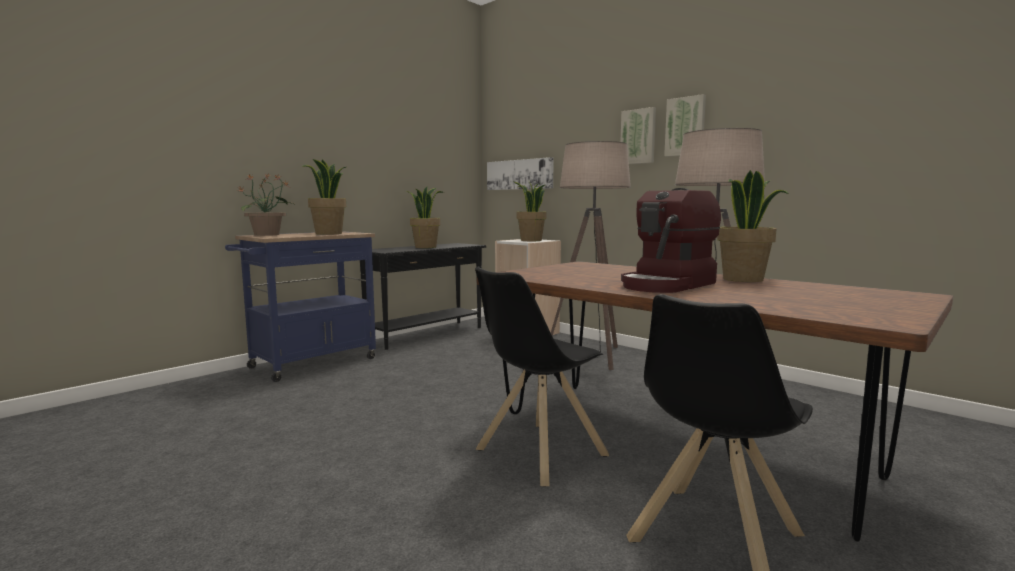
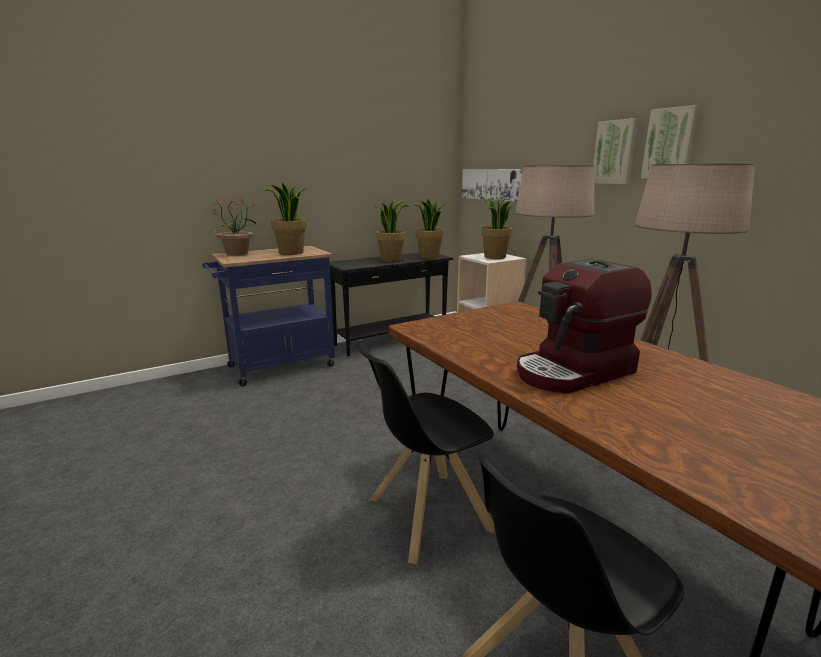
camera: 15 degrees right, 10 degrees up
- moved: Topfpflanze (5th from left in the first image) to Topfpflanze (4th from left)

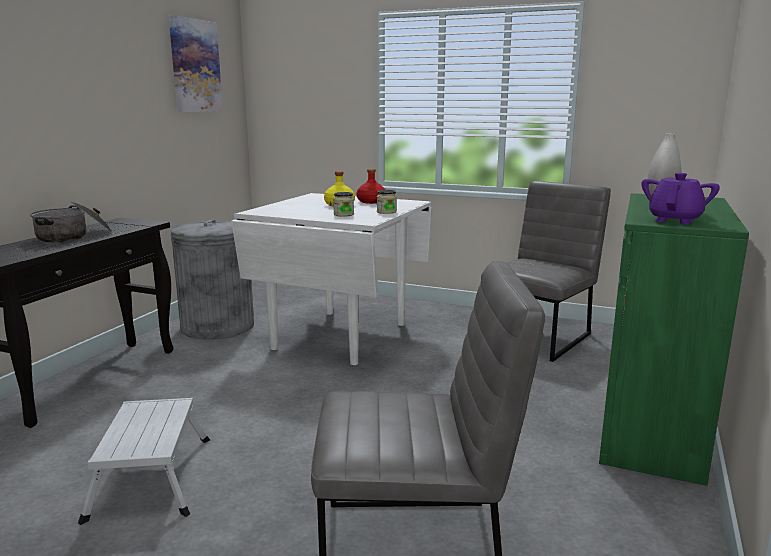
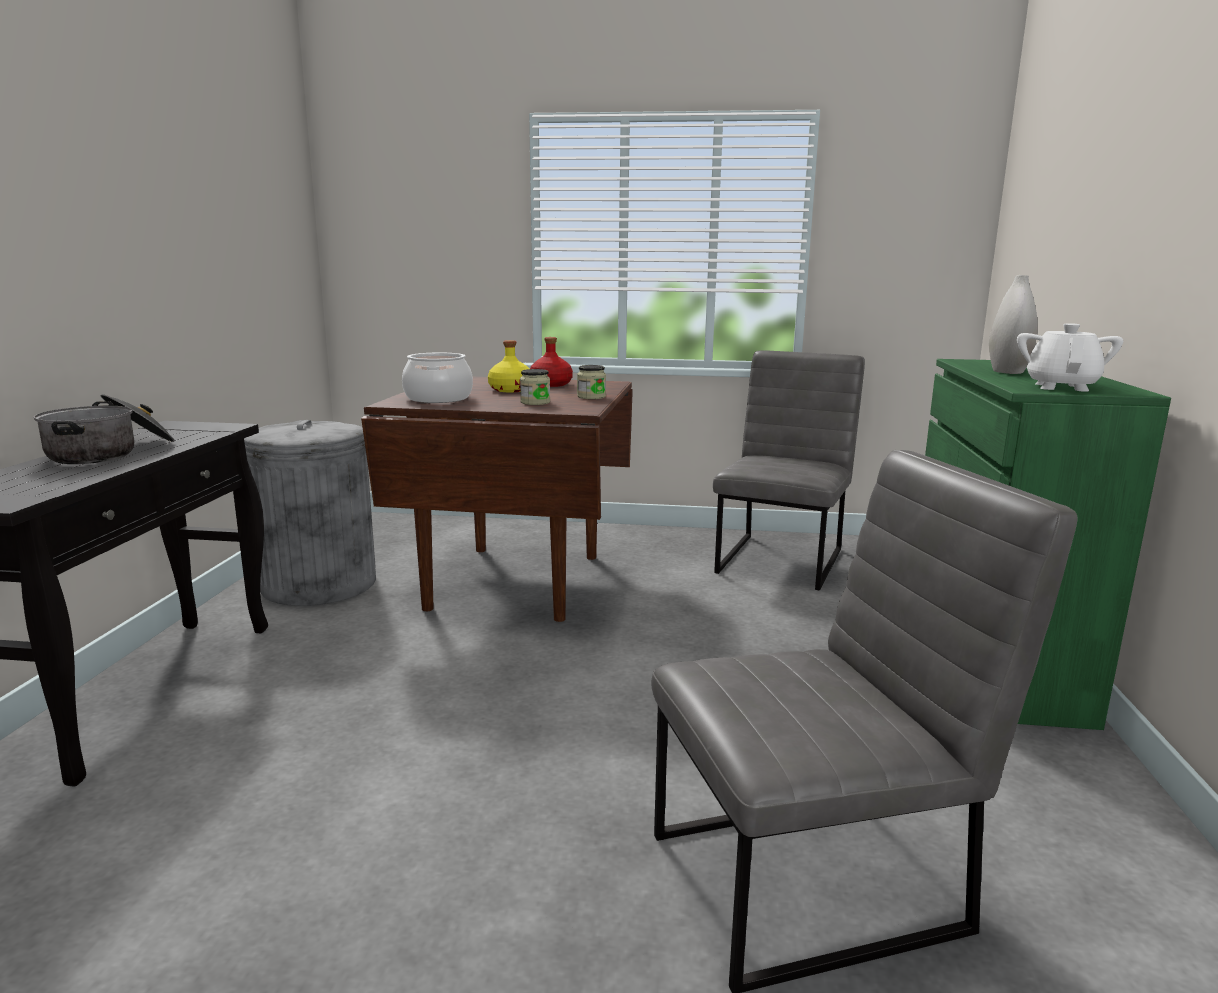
camera: 15 degrees left, 0 degrees up
- removed: Bild
- recoloured: Teekanne [lila] to Teekanne [weiß]
- recoloured: Esstisch [weiß] to Esstisch [braun]
- removed: Trittleiter [weiß]
- added: Kochtopf (2nd from left)

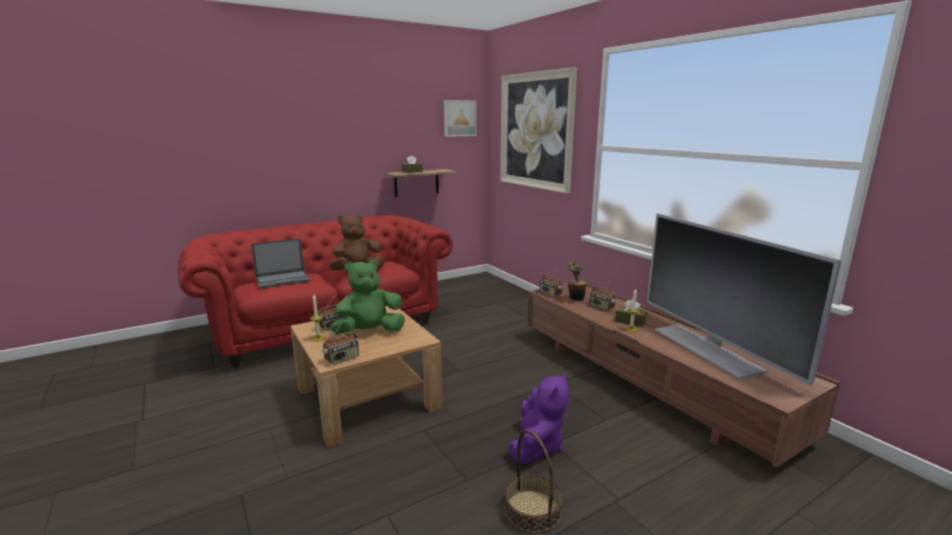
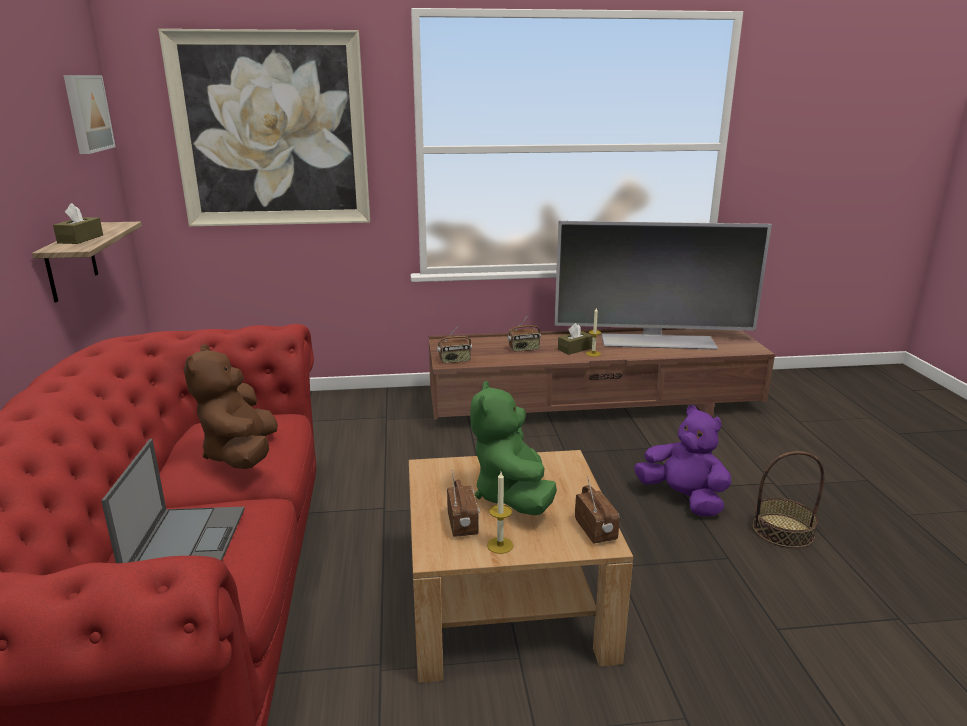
camera: 65 degrees left, 5 degrees up
- removed: Topfpflanze

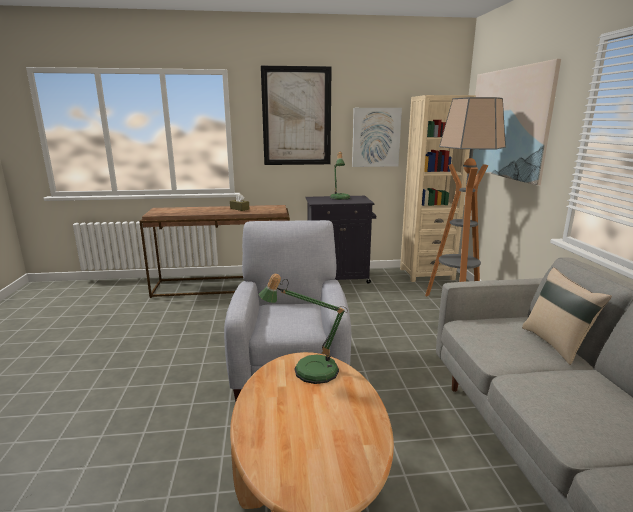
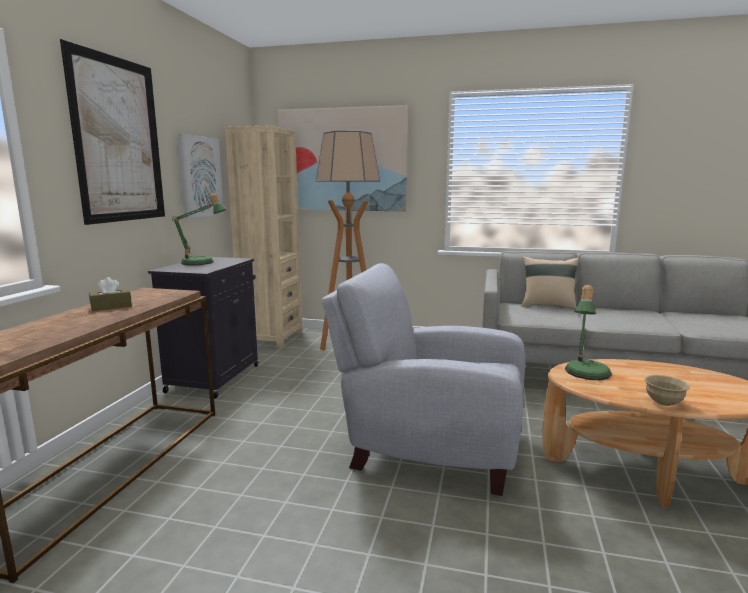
camera: 70 degrees left, 5 degrees down
- added: Schüssel [beige]

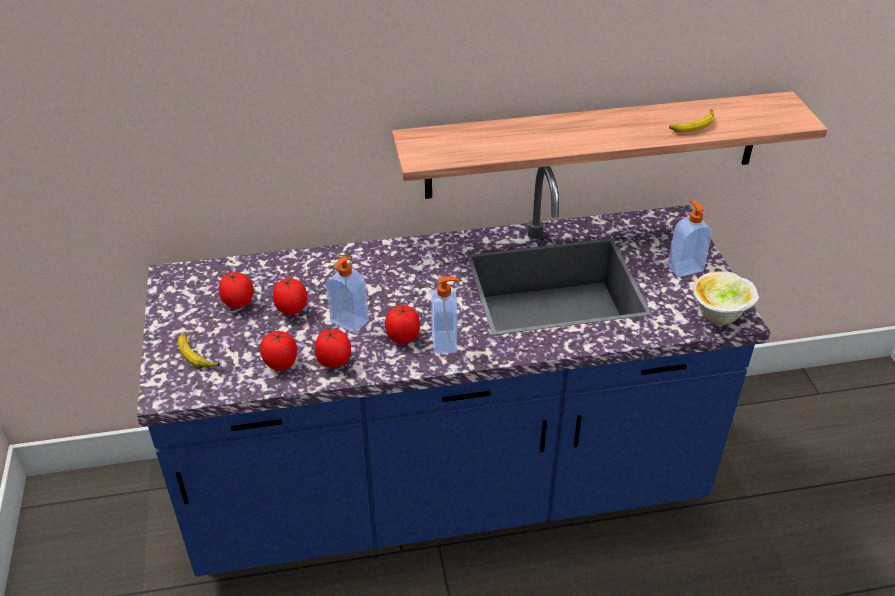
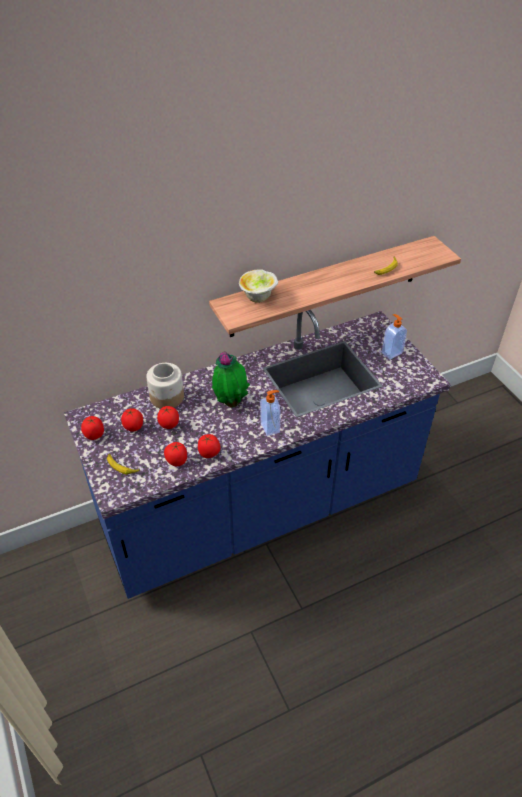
camera: 15 degrees left, 5 degrees up
- removed: Seifenspender (1st from left)
- moved: Schüssel
- moved: Tomate (5th from left in the first image) to Tomate (1st from left)
- added: Topfpflanze
- added: Vorratsglas

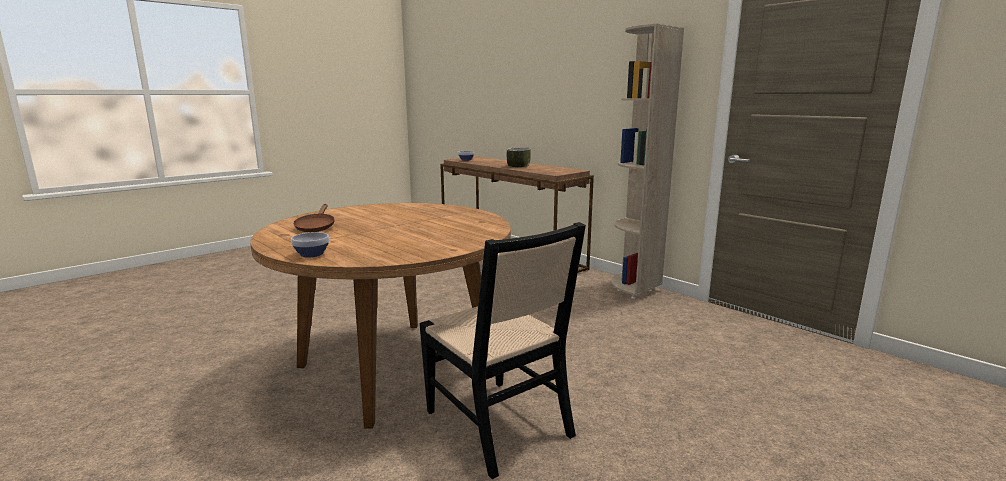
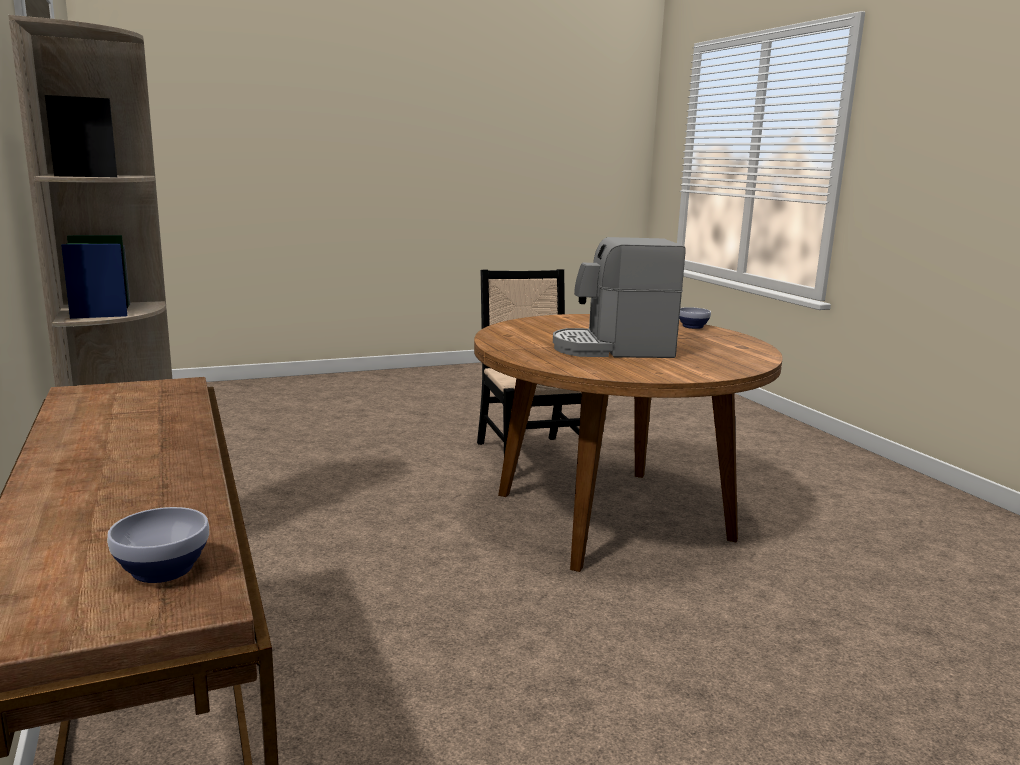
camera: 160 degrees left, 0 degrees up
- removed: Schüssel (3rd from left)
- removed: Pfanne [braun]
- added: Kaffeemaschine

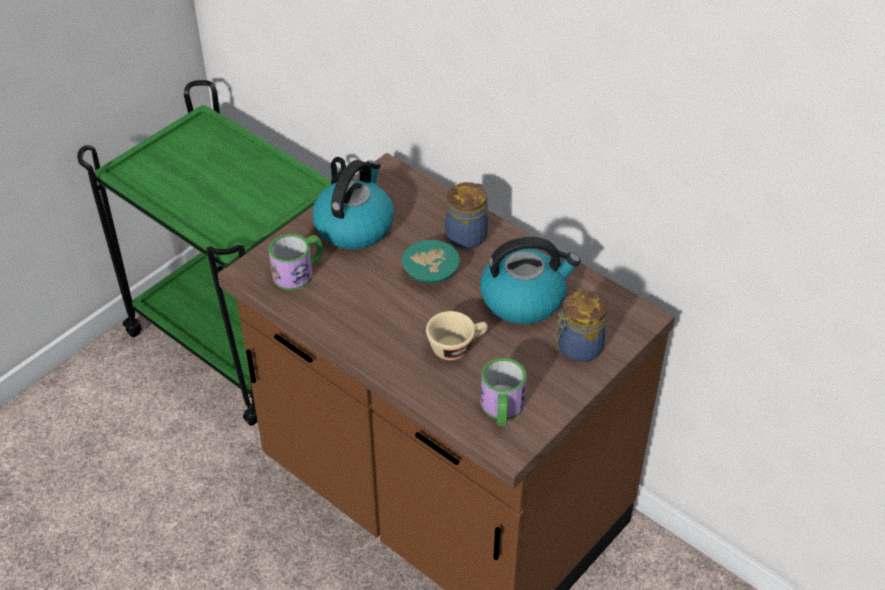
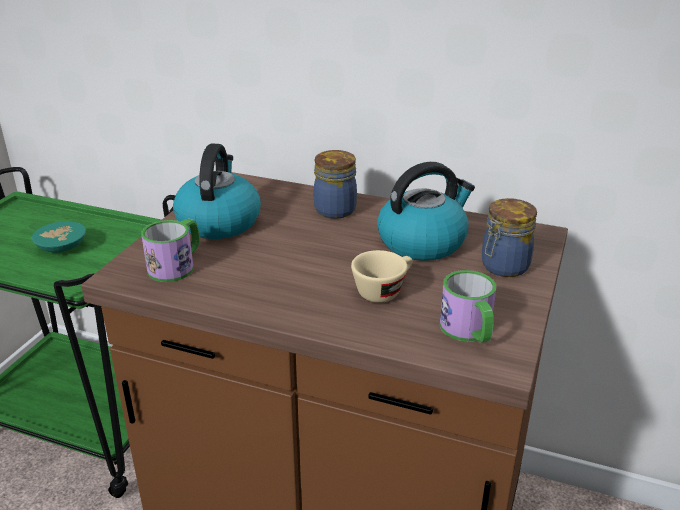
camera: 20 degrees left, 15 degrees down
- moved: Schüssel [türkis]

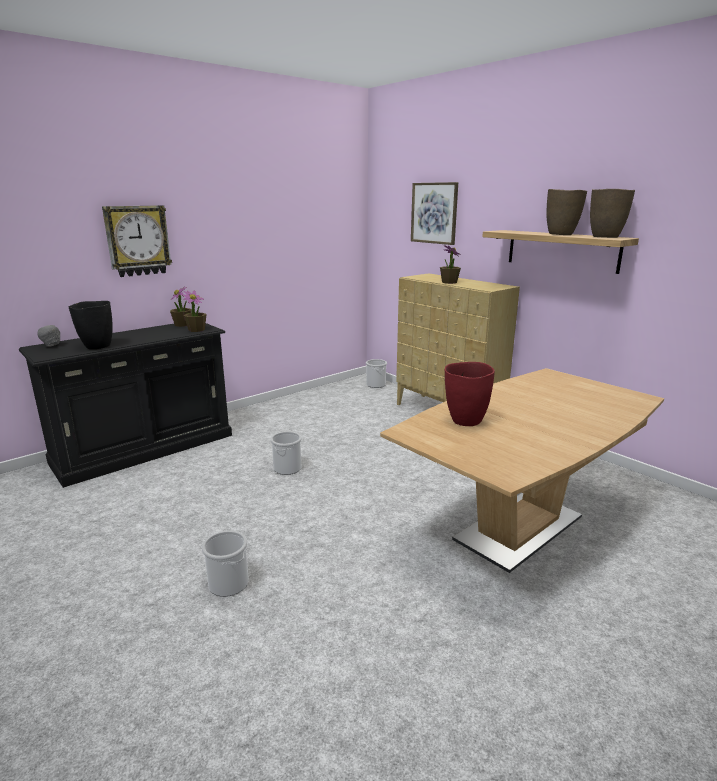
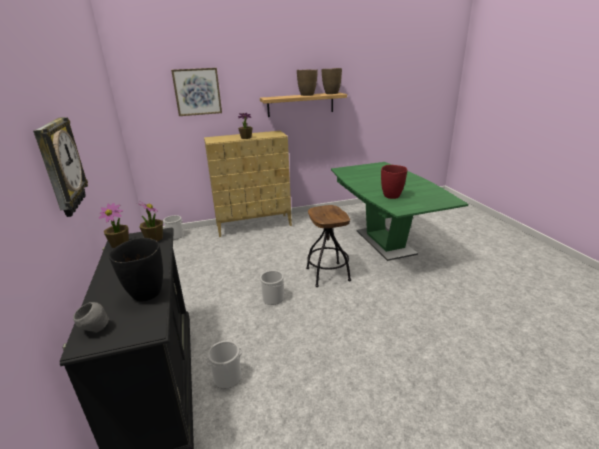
camera: 65 degrees left, 5 degrees up
- recoloured: Esstisch [braun] to Esstisch [grün]
- moved: Eimer (1st from left in the first image) to Eimer (2nd from left)
- added: Hocker [braun]

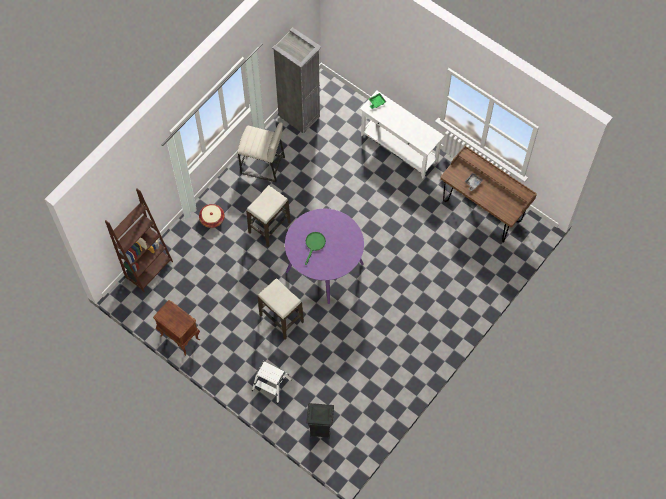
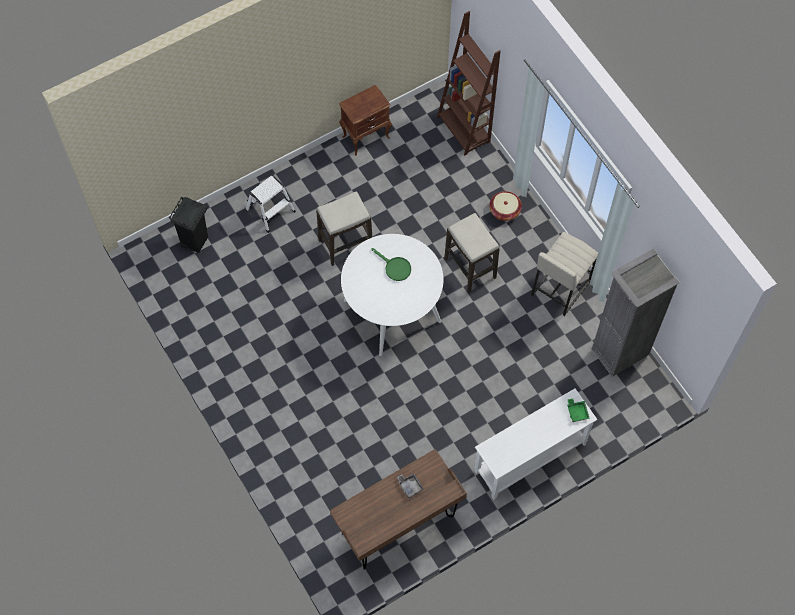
camera: 110 degrees right, 0 degrees up
- recoloured: Esstisch [lila] to Esstisch [weiß]

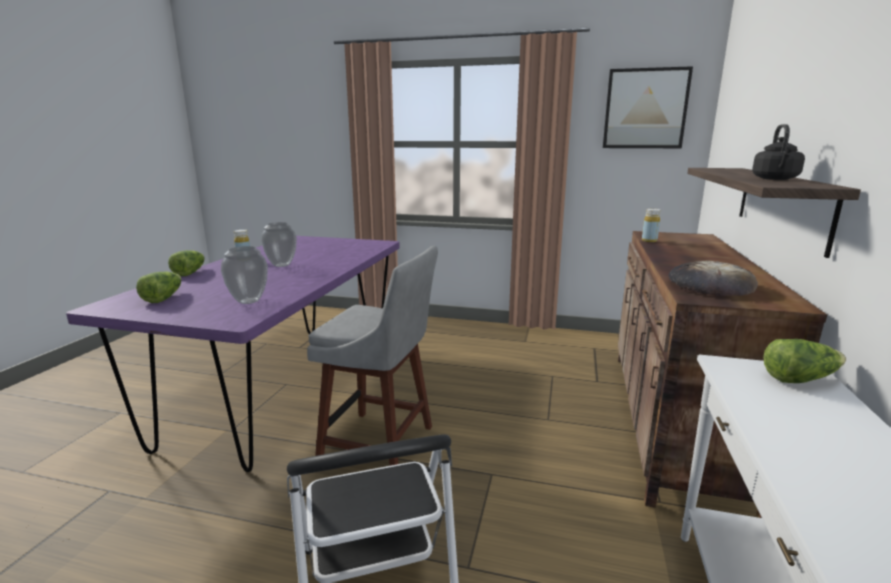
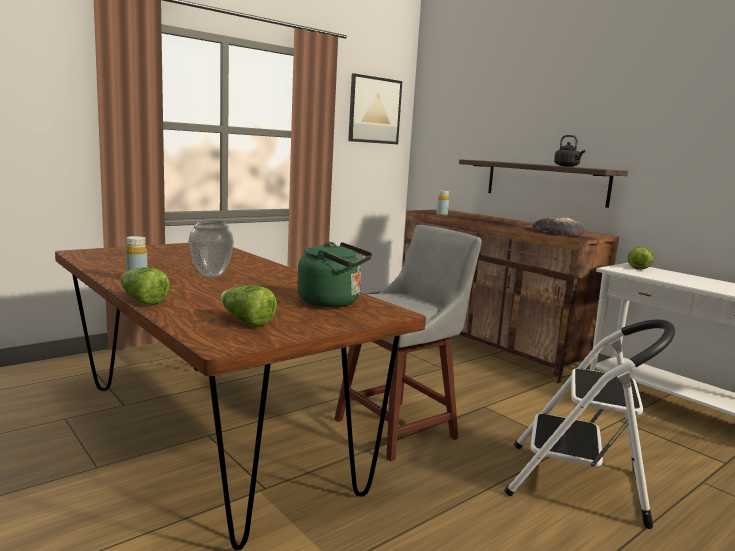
camera: 55 degrees left, 5 degrees down
- recoloured: Esstisch [lila] to Esstisch [braun]
- replaced: Vase (1st from left) to Wasserkessel [grün]

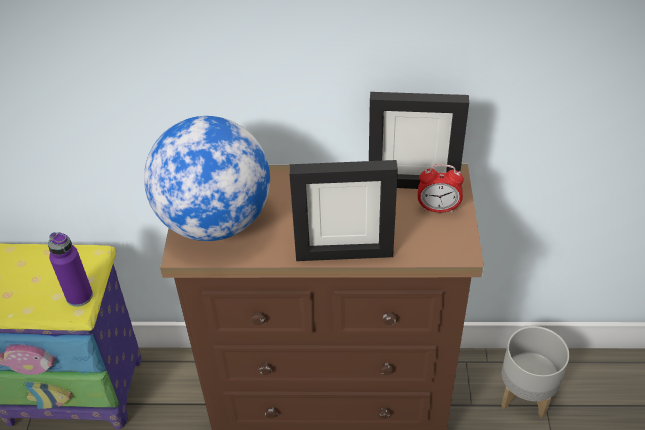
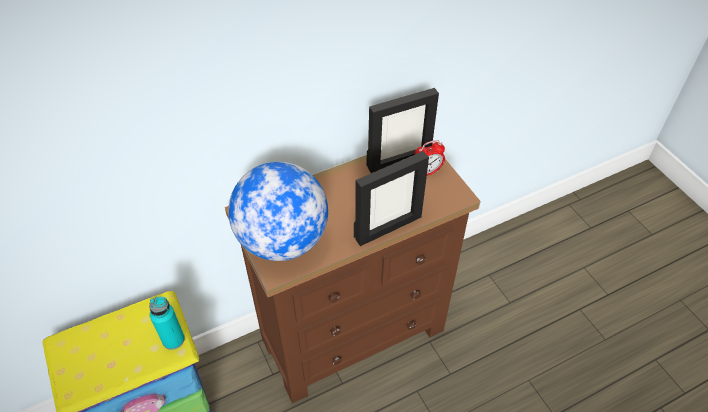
camera: 30 degrees left, 5 degrees up
- recoloured: Flasche [lila] to Flasche [türkis]
- removed: Pflanzkübel [grau]

